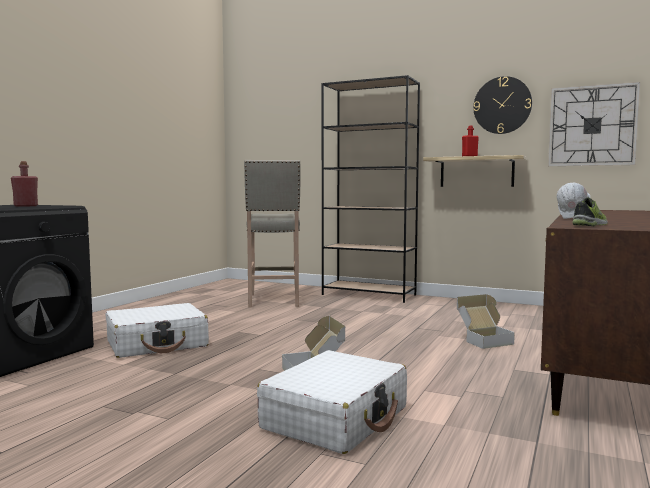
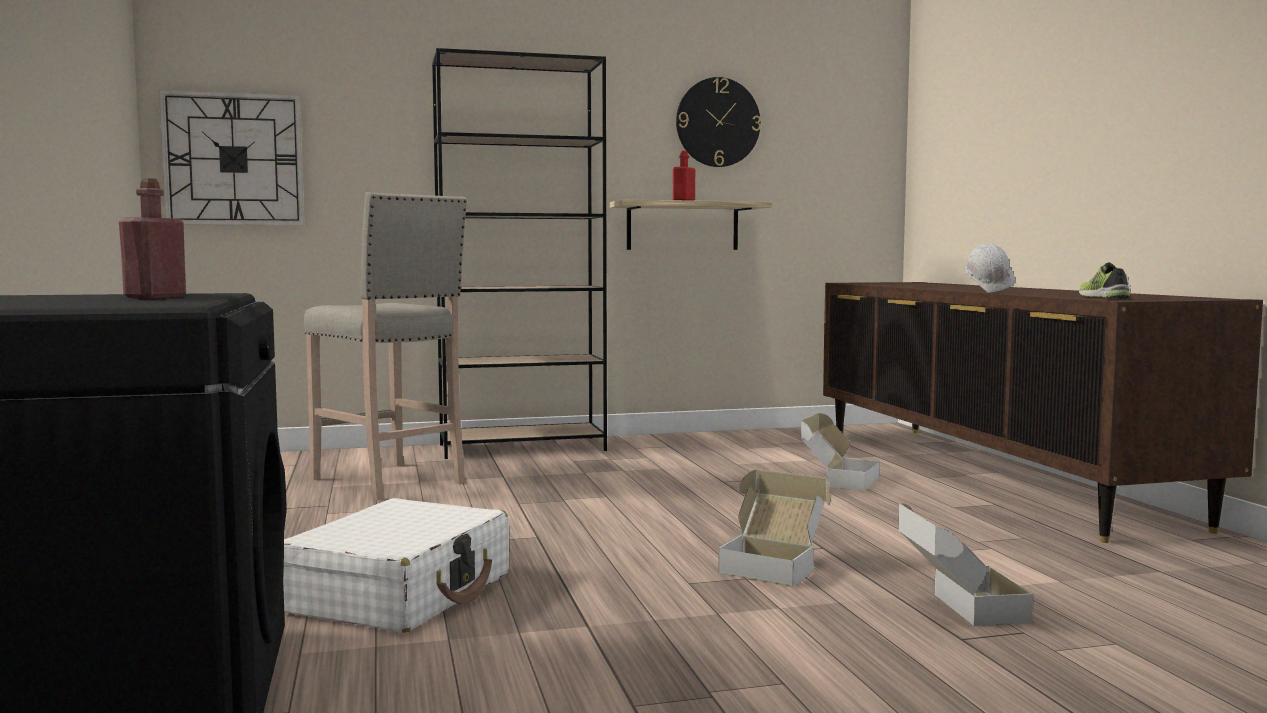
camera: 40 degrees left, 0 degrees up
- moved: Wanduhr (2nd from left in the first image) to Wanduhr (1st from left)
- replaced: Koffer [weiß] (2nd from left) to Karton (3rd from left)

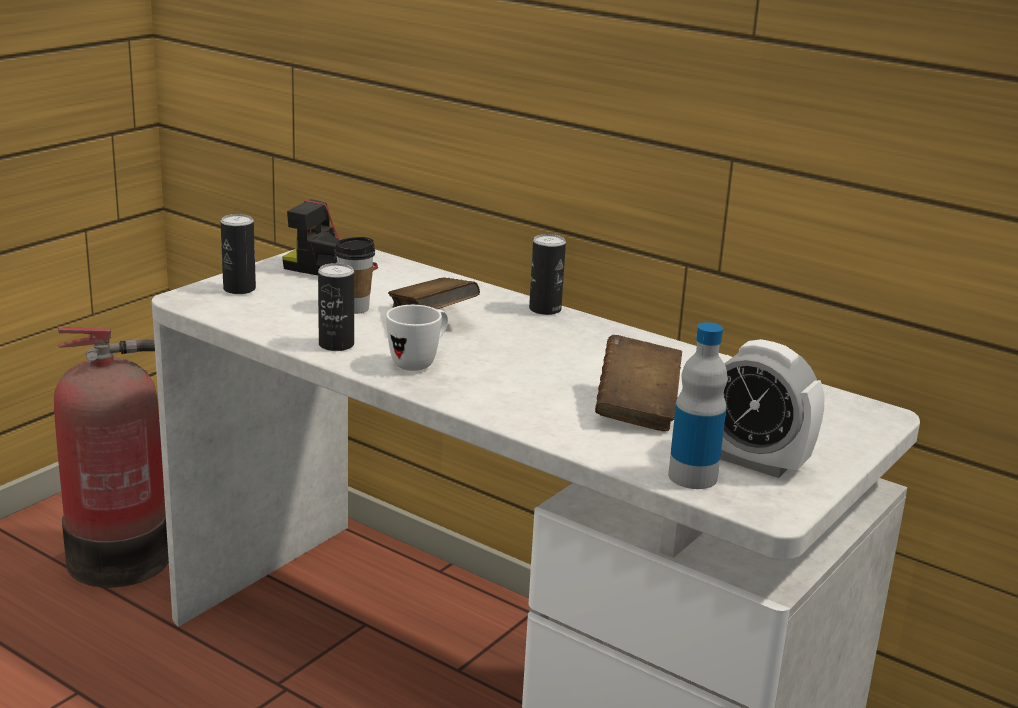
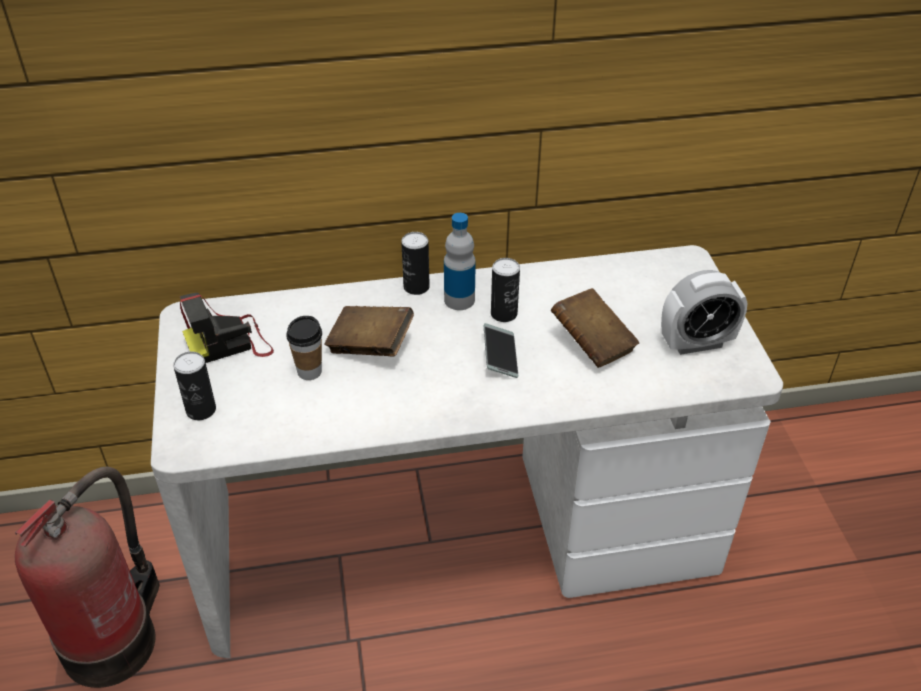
camera: 45 degrees left, 20 degrees up
- moved: Dose (2nd from left in the first image) to Dose (3rd from left)
- removed: Henkelbecher [weiß]
- moved: Flasche
- added: Handy

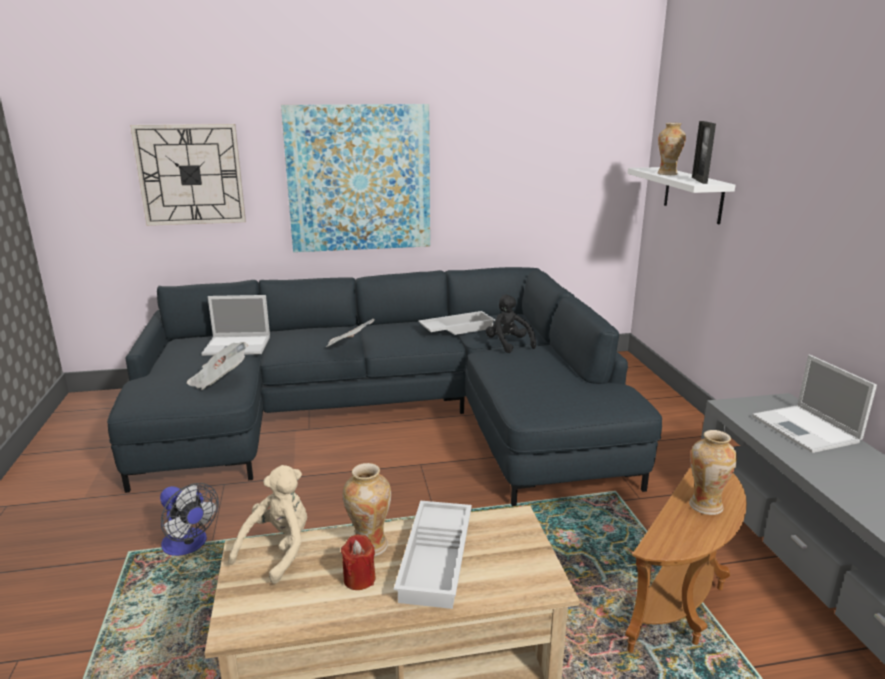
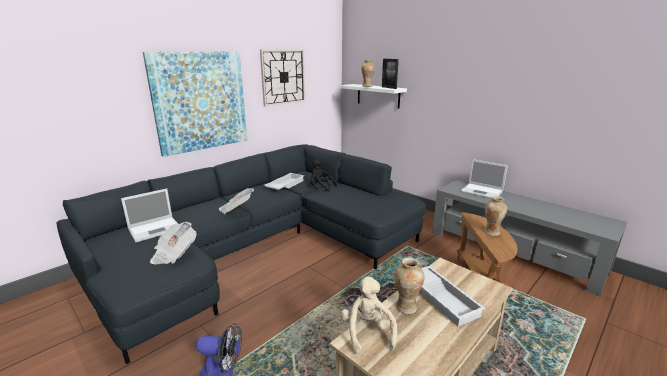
camera: 35 degrees left, 0 degrees up
- moved: Wanduhr
- removed: Kerze [rot]

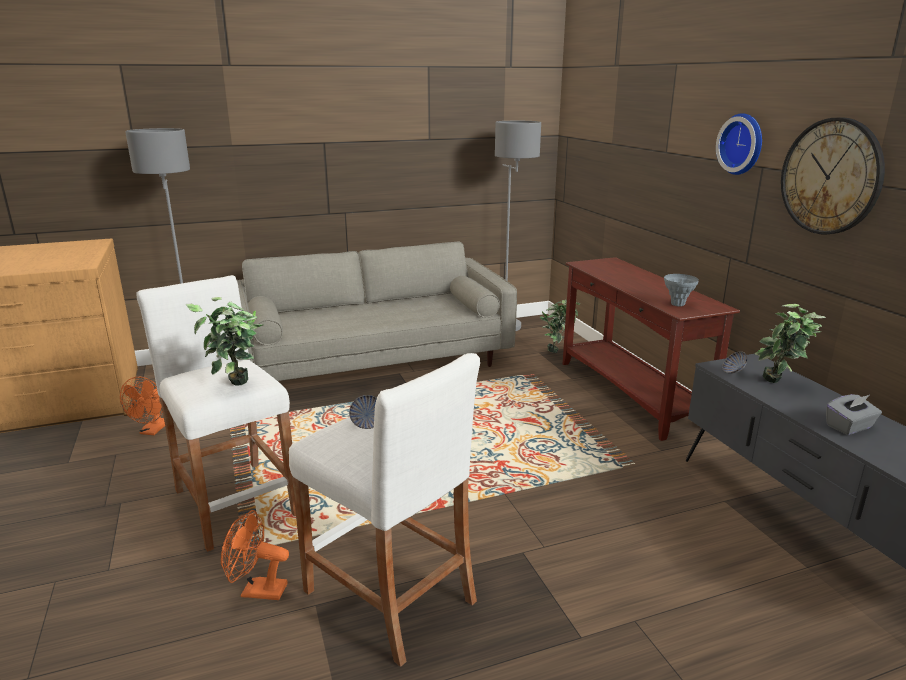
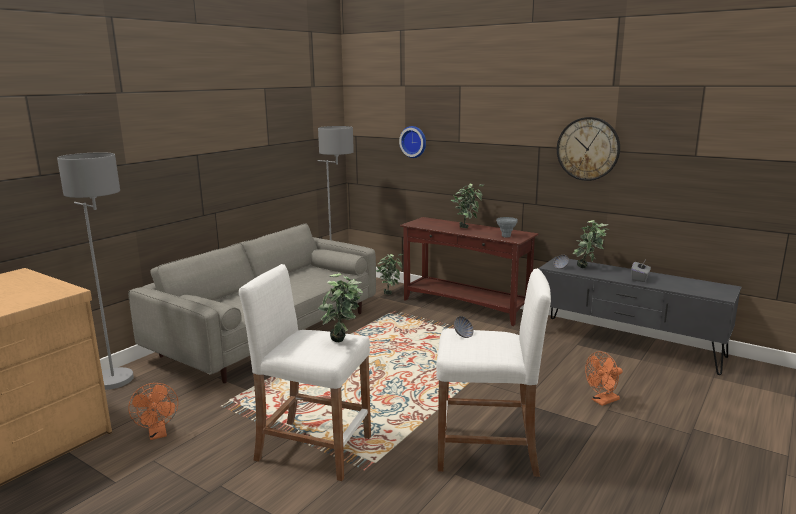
camera: 35 degrees left, 5 degrees down
- moved: Wanduhr (1st from left)
- moved: Ventilator [orange] (2nd from left)
- added: Topfpflanze (3rd from left)

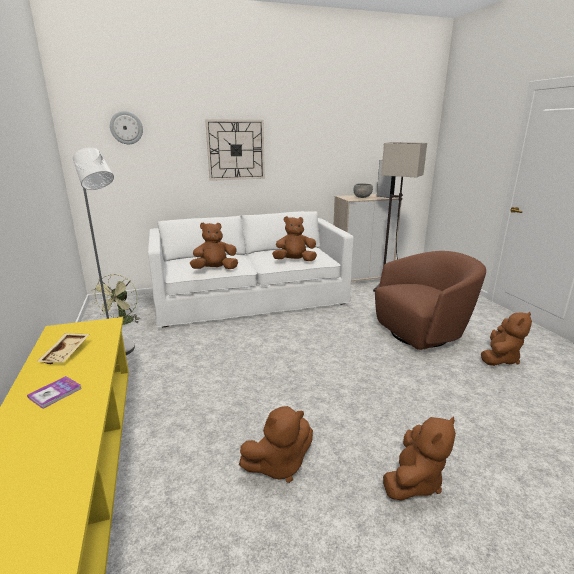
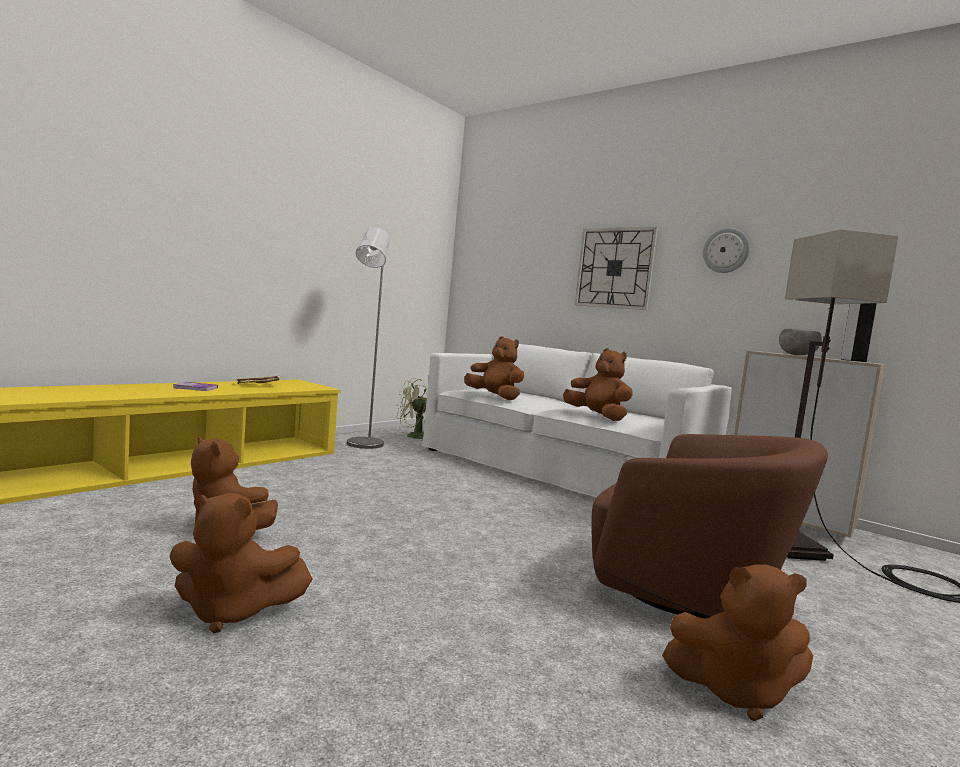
camera: 55 degrees right, 15 degrees down
- moved: Wanduhr (1st from left in the first image) to Wanduhr (2nd from left)

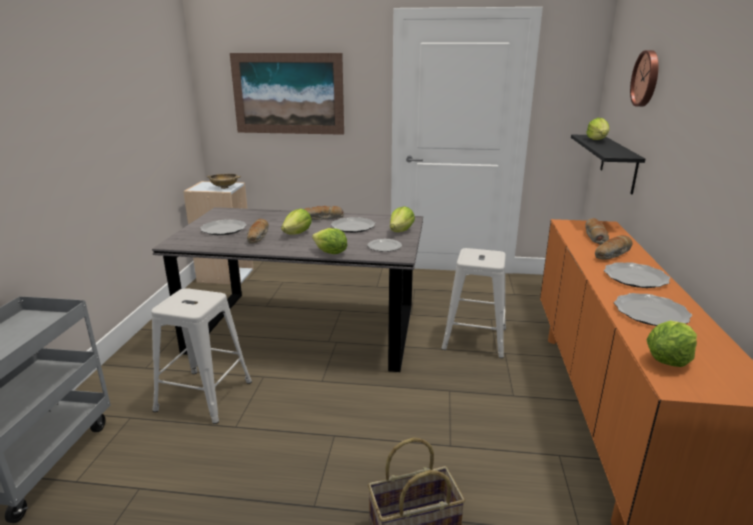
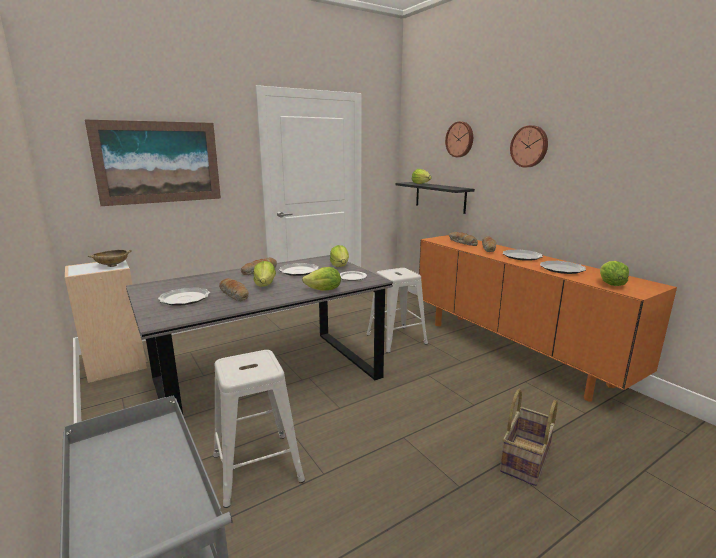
camera: 40 degrees left, 5 degrees down
- added: Wanduhr (2nd from left)

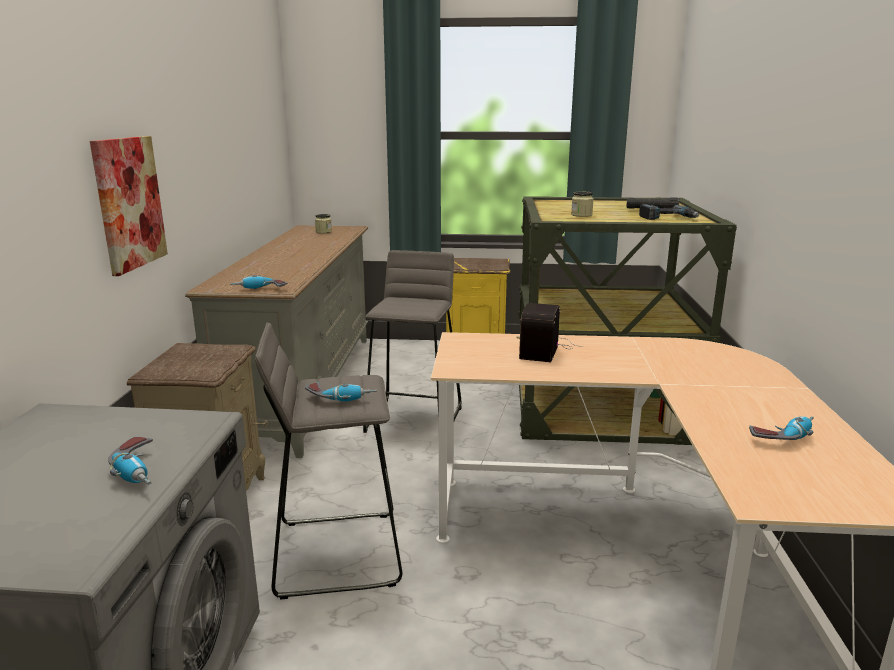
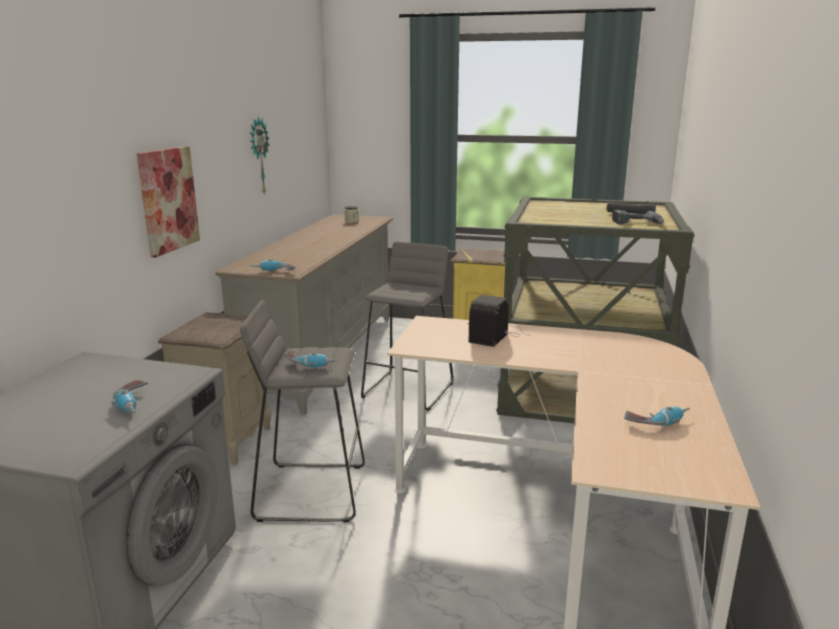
camera: 10 degrees right, 0 degrees up
- removed: Vorratsglas (2nd from left)
- added: Wanduhr

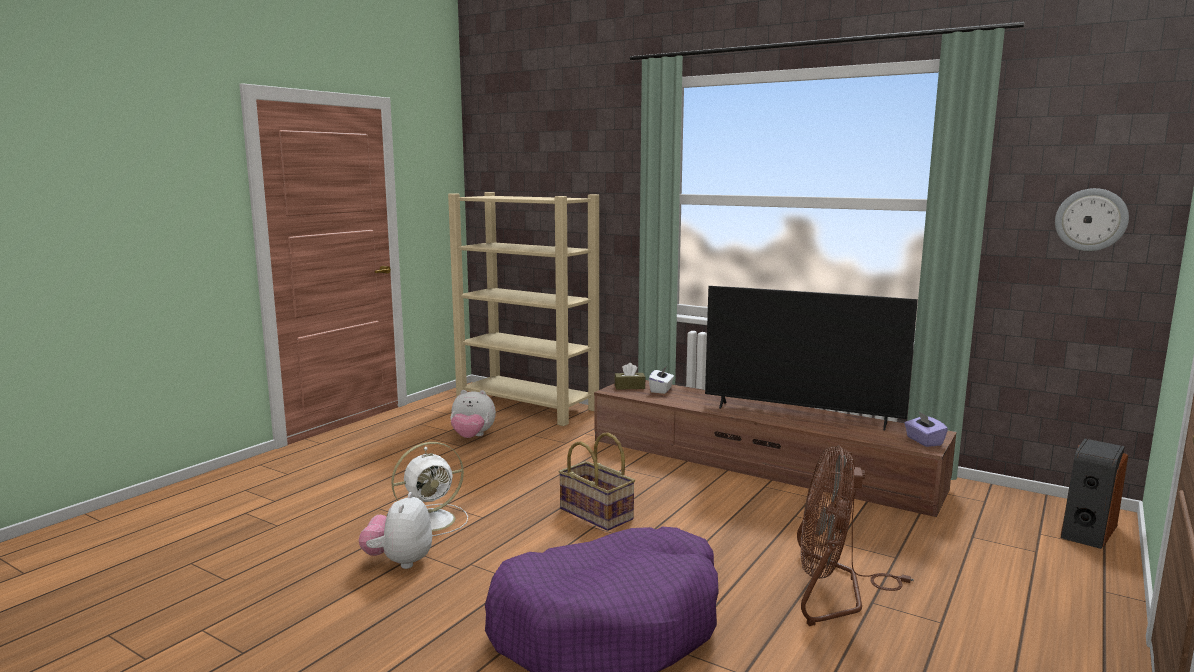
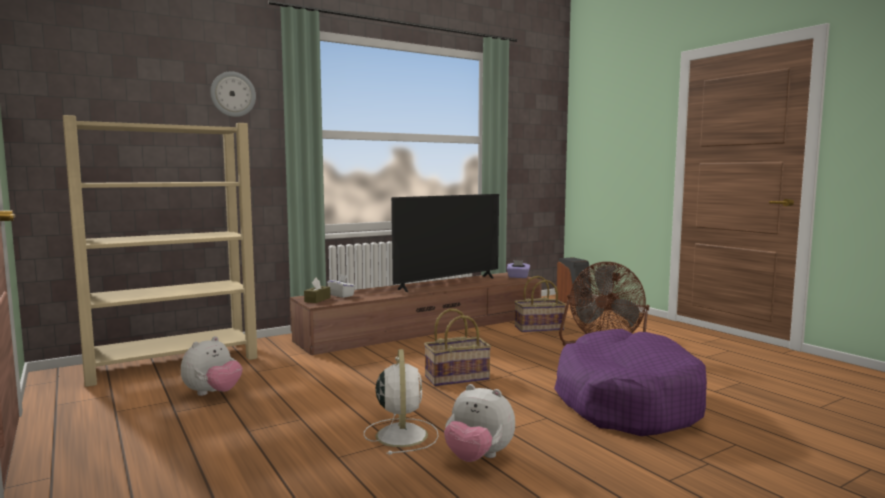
camera: 65 degrees left, 5 degrees down
- moved: Wanduhr
- added: Korb (2nd from left)

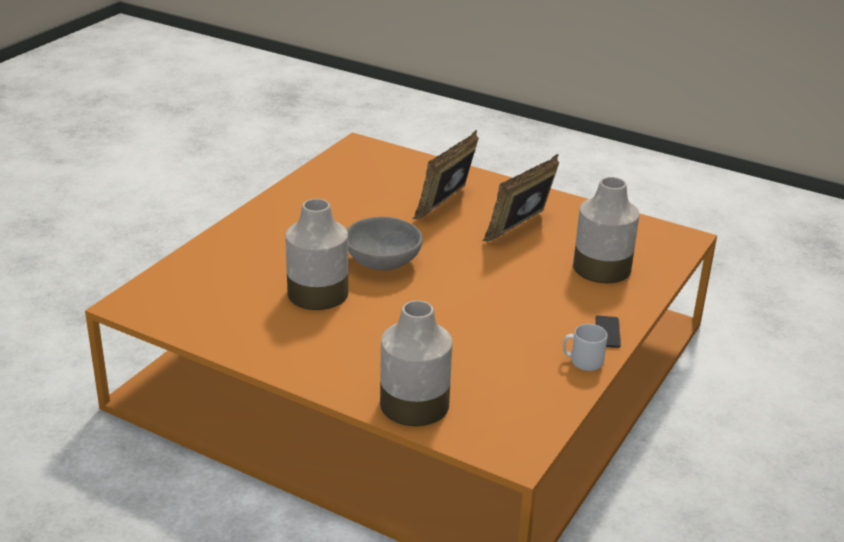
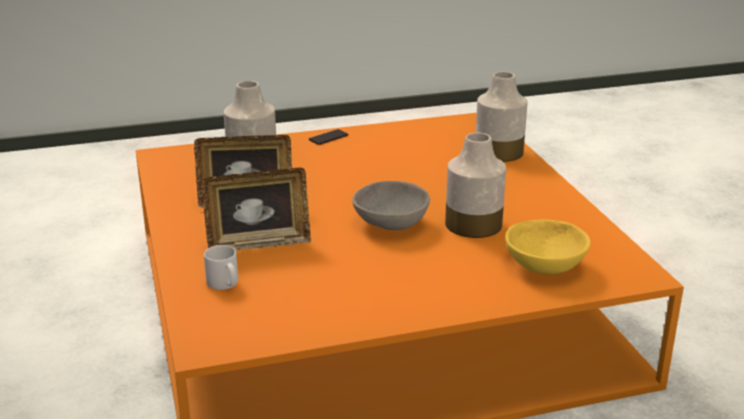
camera: 135 degrees left, 5 degrees down
- moved: Henkelbecher [grau]
- added: Schüssel [gelb]

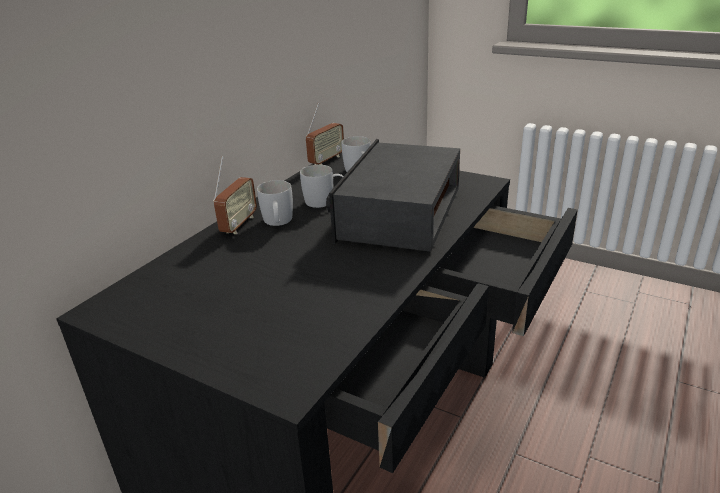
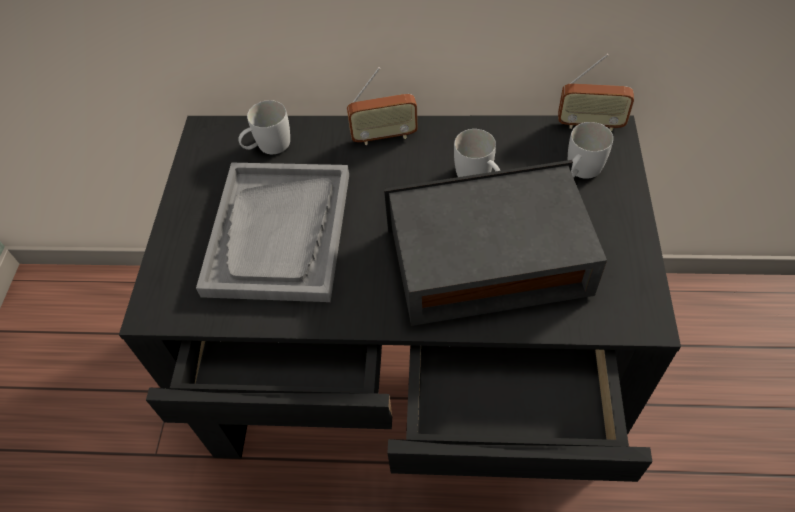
camera: 65 degrees right, 25 degrees up
- moved: Henkelbecher [weiß] (1st from left)
- added: Tablett [grau]

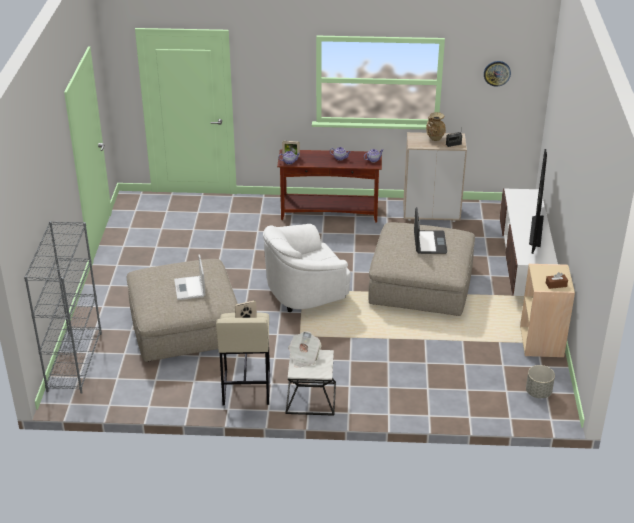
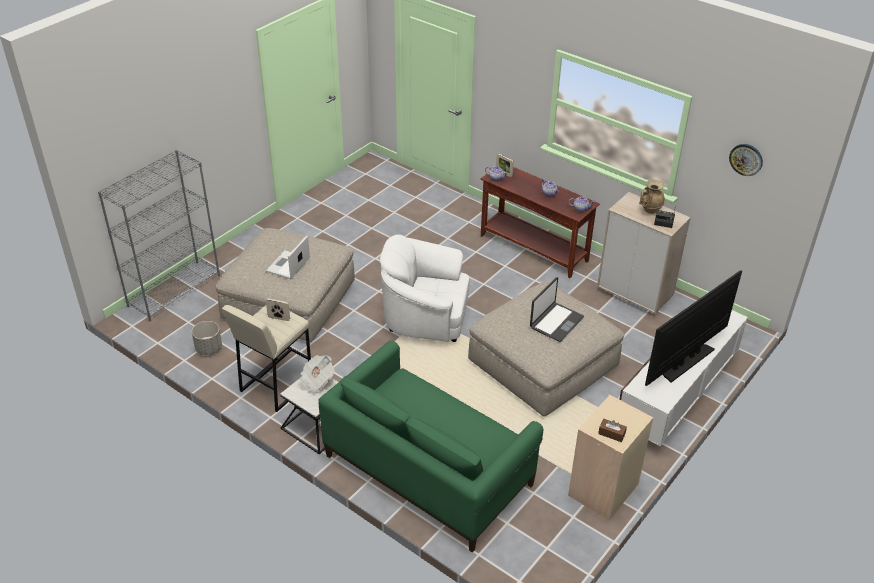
camera: 35 degrees right, 5 degrees up
- moved: Pflanzkübel [grau]
- added: Sofa [grün]

